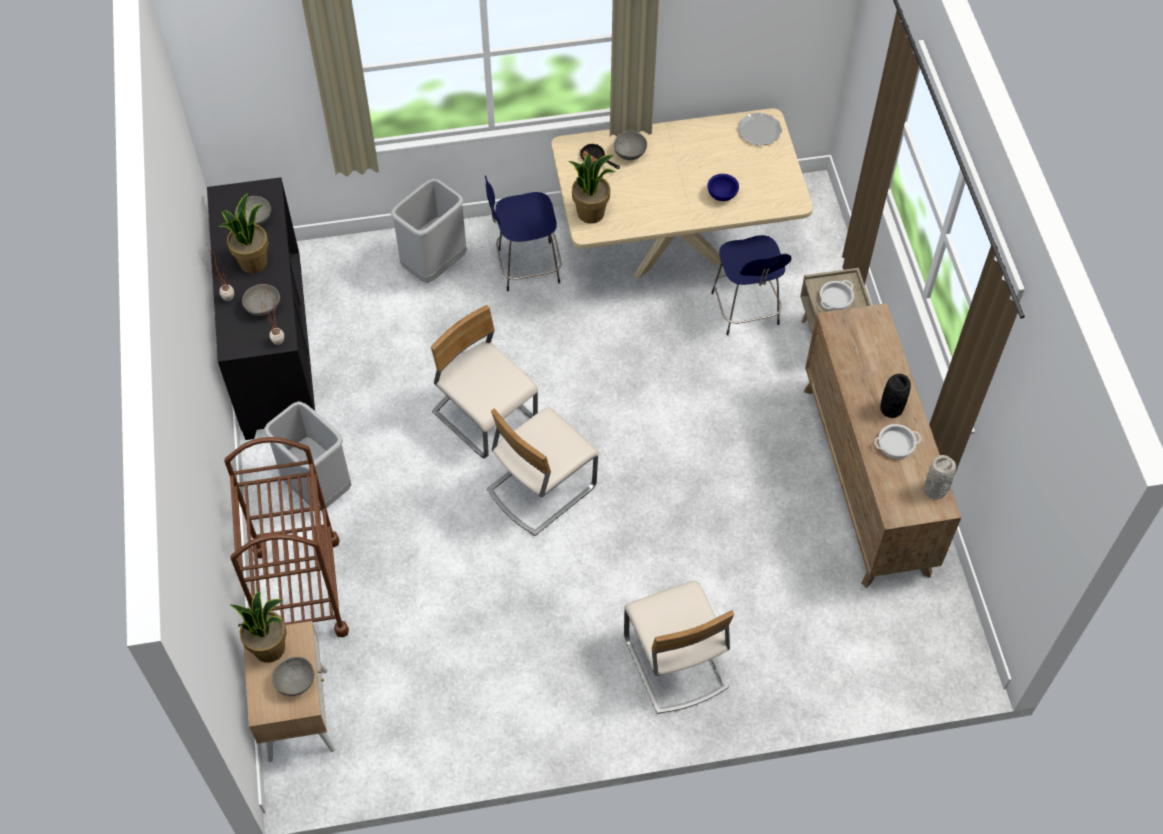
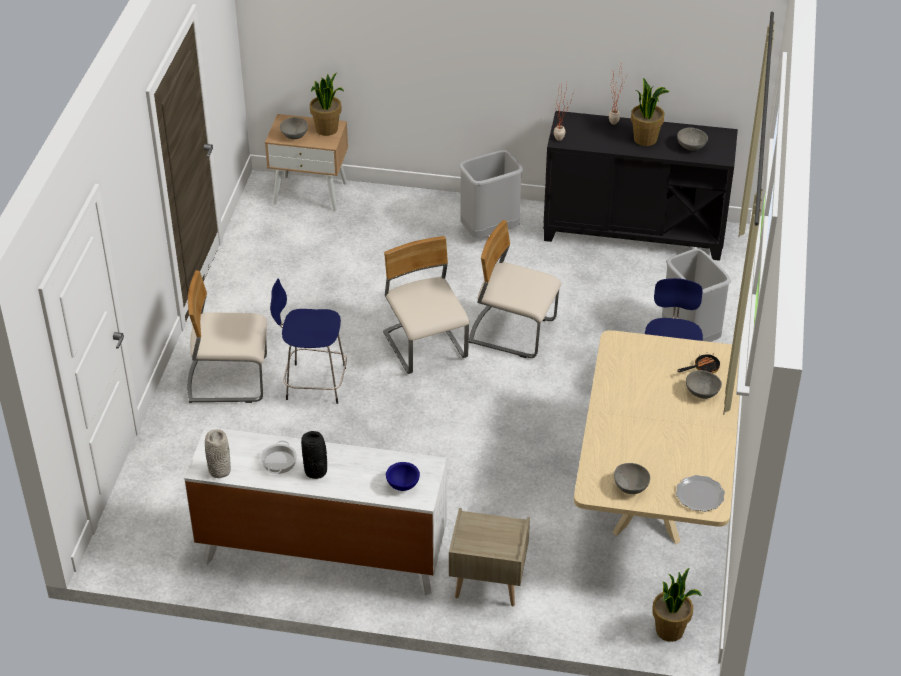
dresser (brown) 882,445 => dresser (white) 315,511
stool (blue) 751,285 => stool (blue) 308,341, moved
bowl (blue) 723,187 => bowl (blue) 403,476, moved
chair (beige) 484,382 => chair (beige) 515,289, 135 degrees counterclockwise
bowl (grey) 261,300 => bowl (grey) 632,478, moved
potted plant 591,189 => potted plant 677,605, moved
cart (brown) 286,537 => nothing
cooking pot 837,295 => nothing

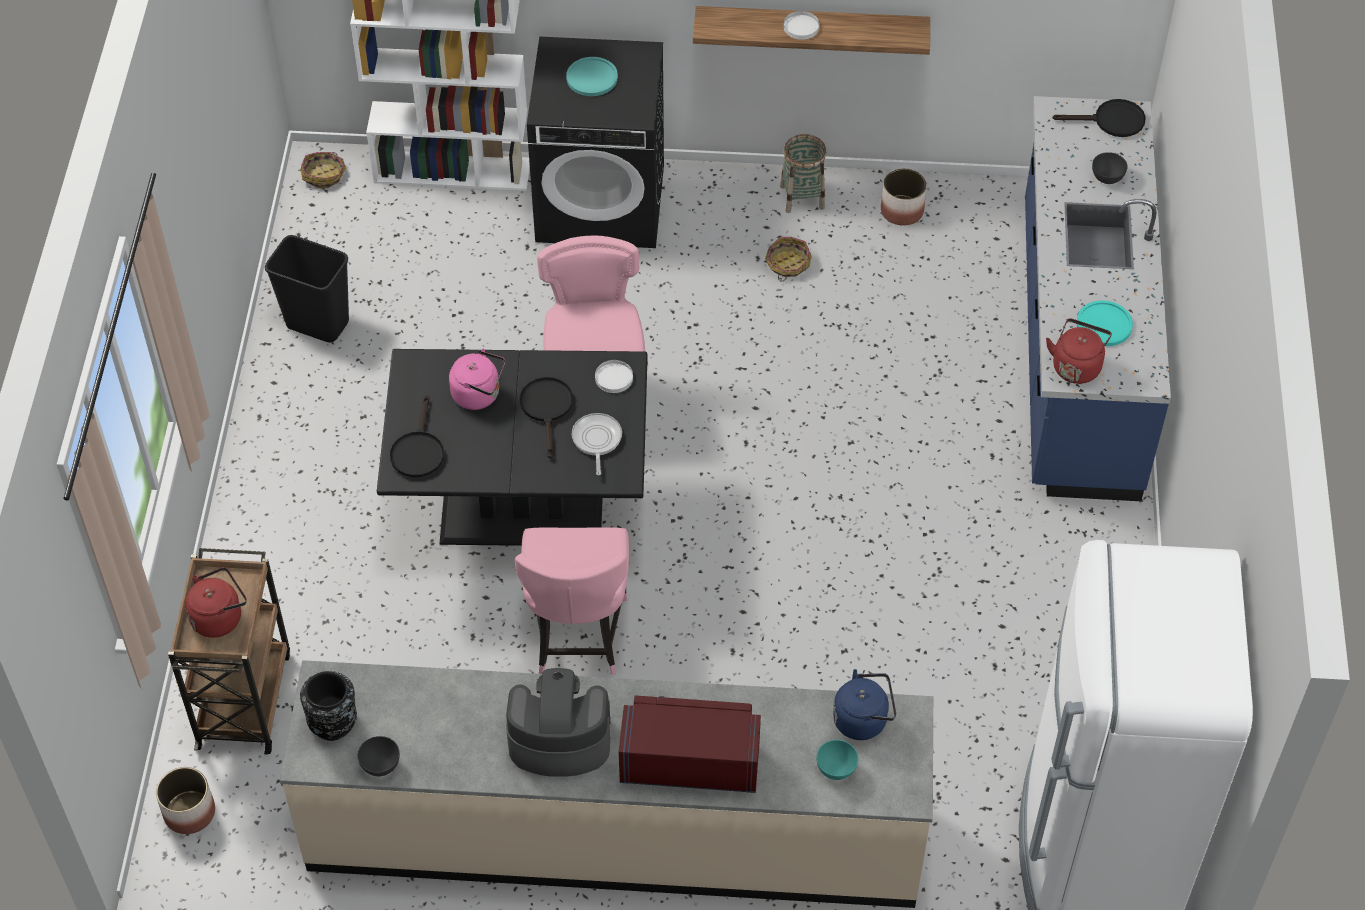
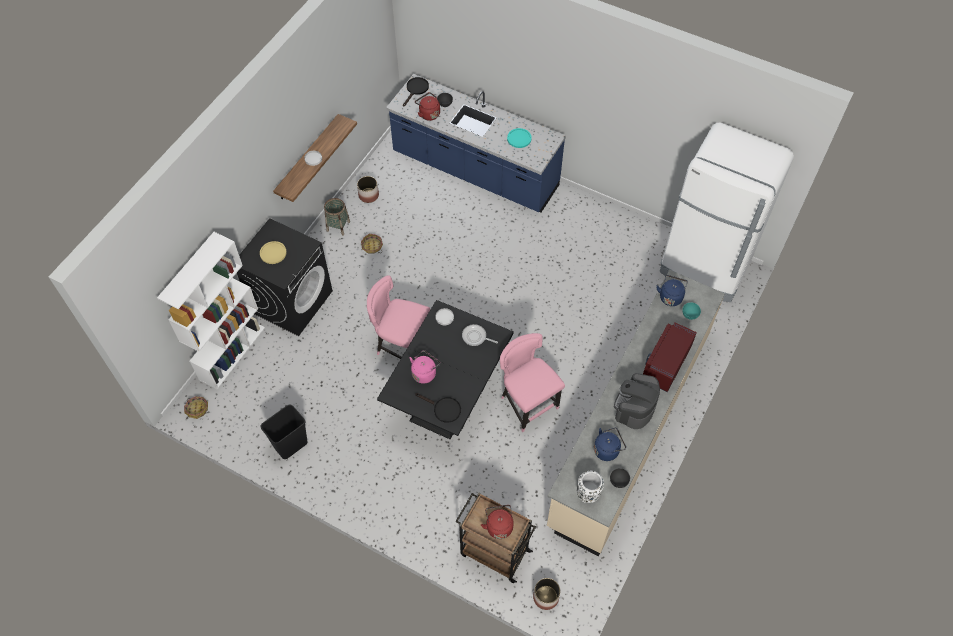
plate (turquoise) 592,76 => plate (yellow) 273,252
kettle (red) 1079,351 => kettle (red) 427,106, moved
chair (pink) 572,601 => chair (pink) 532,382, 150 degrees counterclockwise
vase (black) 328,706 => vase (white) 590,487
nothing => kettle (blue) 610,444
frying pan (black) 546,418 => nothing

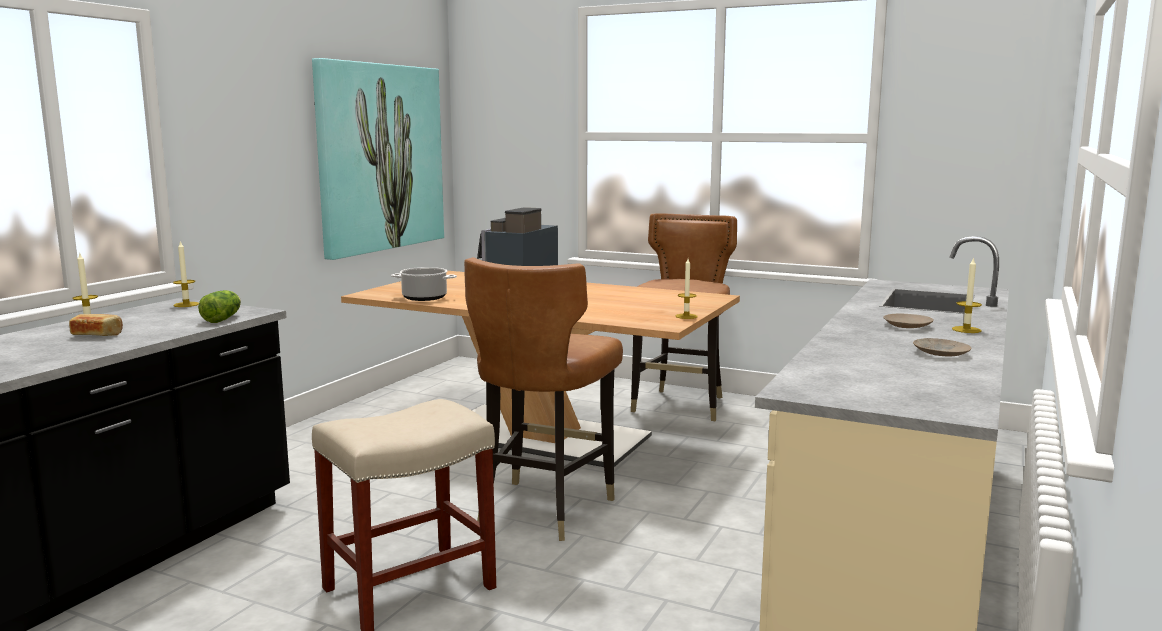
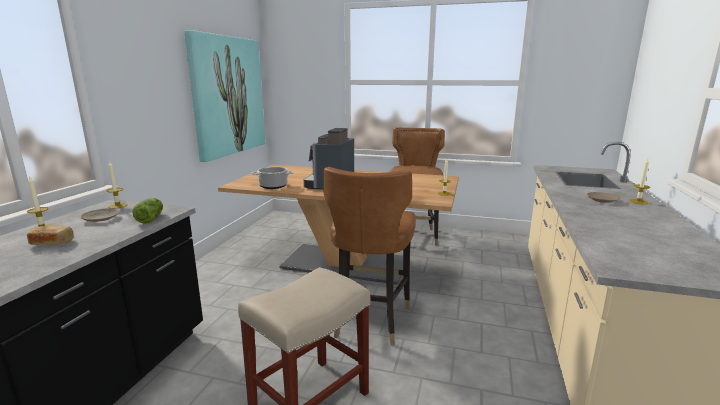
plate (beige) 942,347 => plate (beige) 99,215, moved

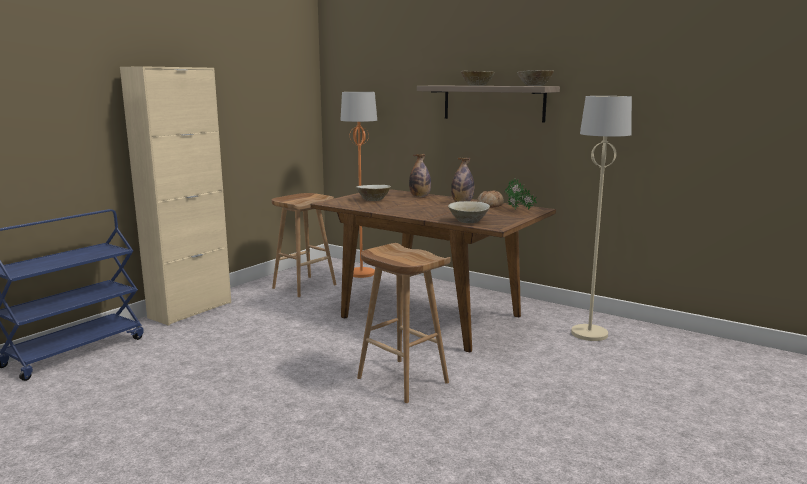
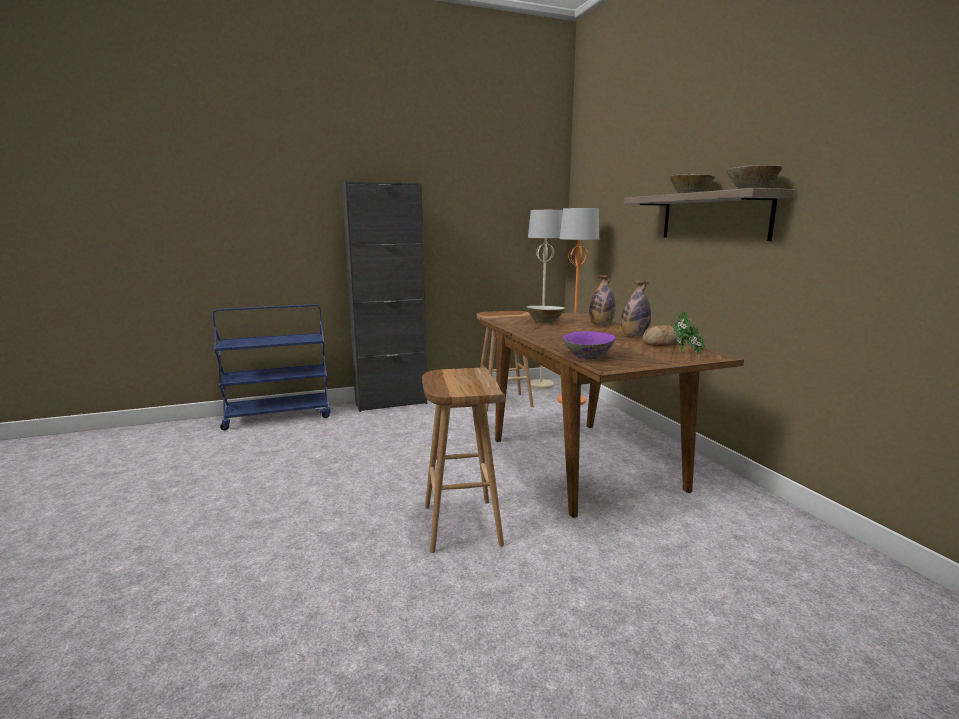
cabinet (beige) 175,196 => cabinet (black) 384,296
floor lamp (beige) 601,218 => floor lamp (beige) 545,299, moved
bowl (beige) 469,212 => bowl (purple) 589,345

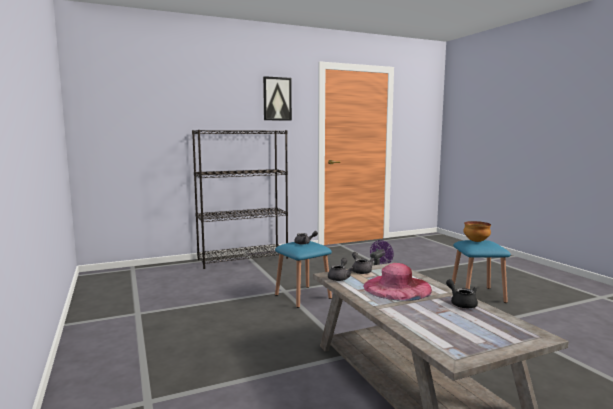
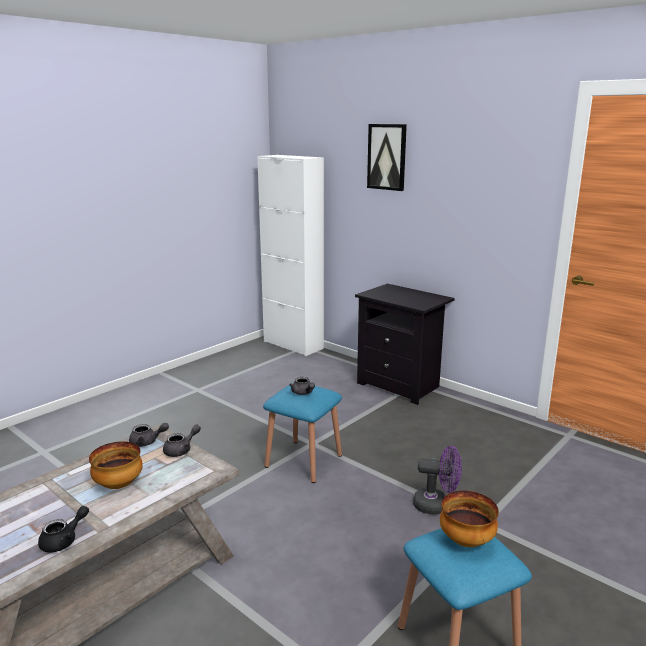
hat (pink) 397,282 => bowl 116,465
nothing => cabinet (white) 290,255
bookcase (black) 240,199 => nightstand (black) 405,344
picture 277,98 => picture 387,157, moved

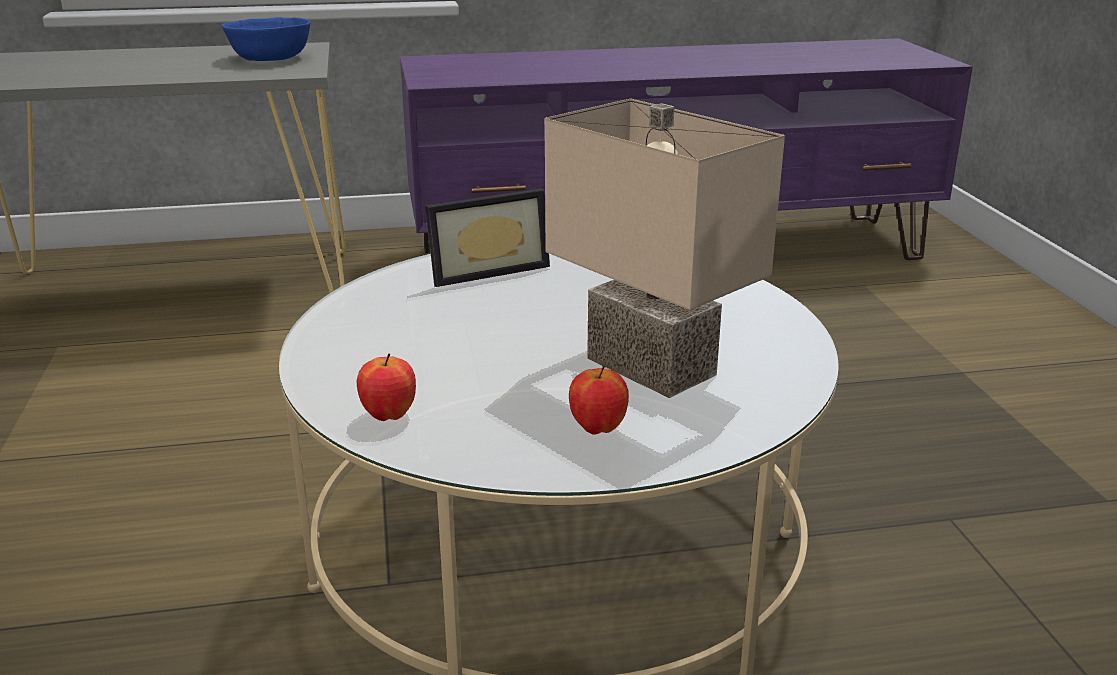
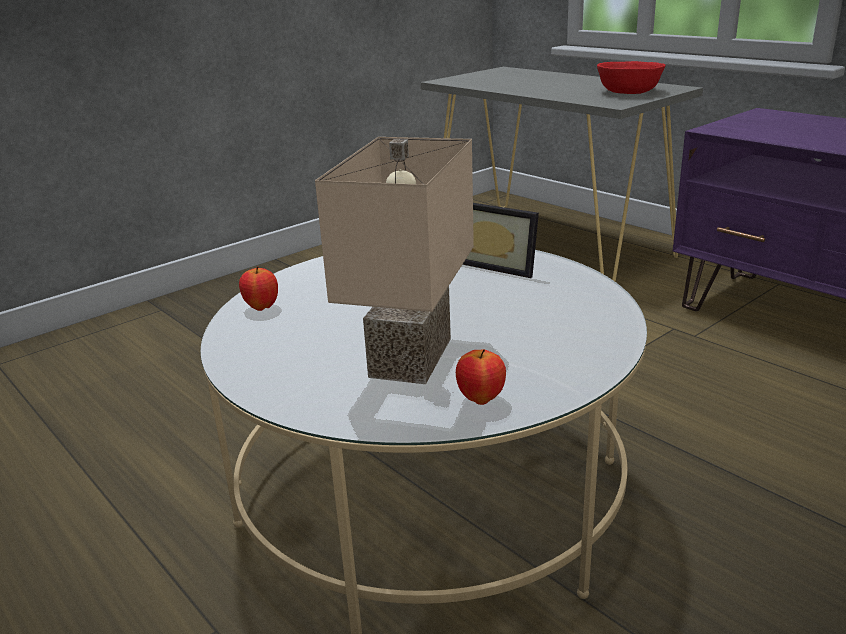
apple 599,400 => apple 481,377, moved
bowl (blue) 266,39 => bowl (red) 631,77

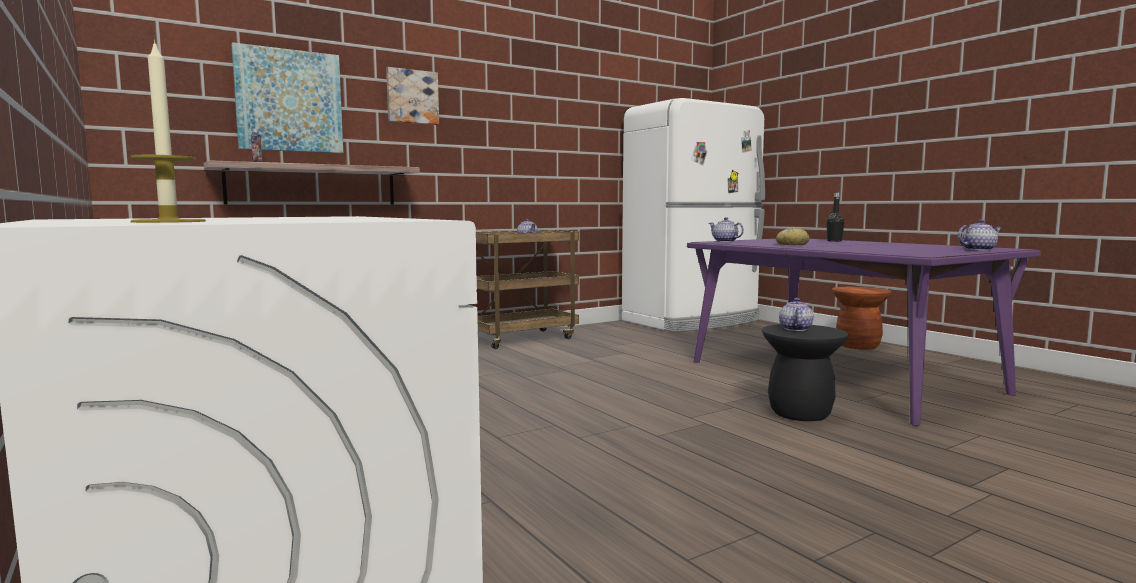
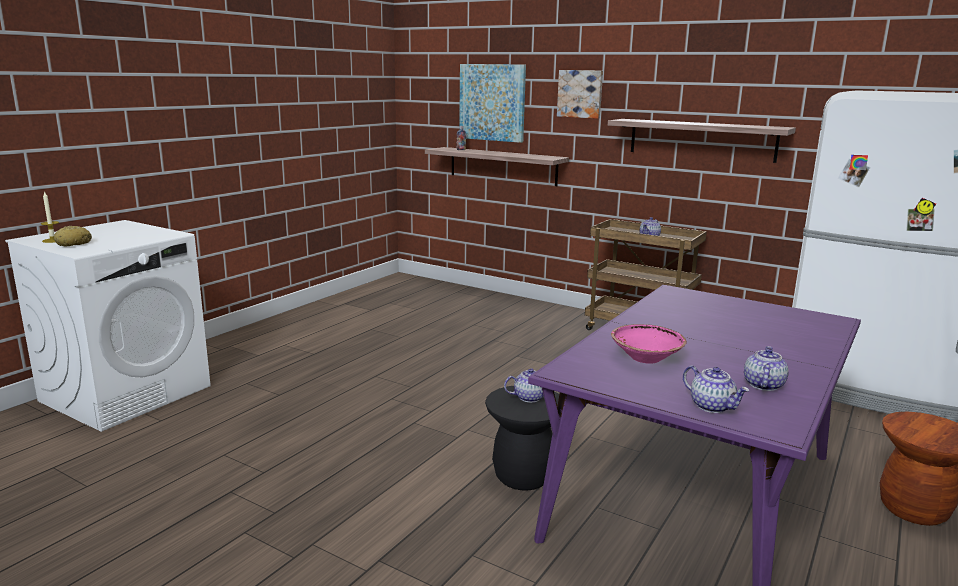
bread 792,236 => bread 73,236, moved
nothing => shelf 702,141
nothing => bowl (pink) 649,344
teapot 726,229 => teapot 766,368, moved
bottle (black) 835,217 => nothing

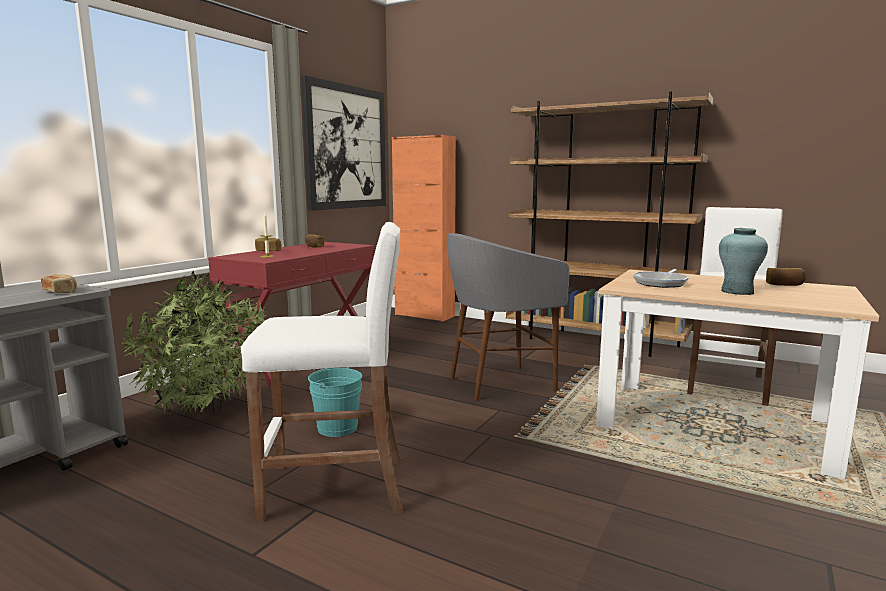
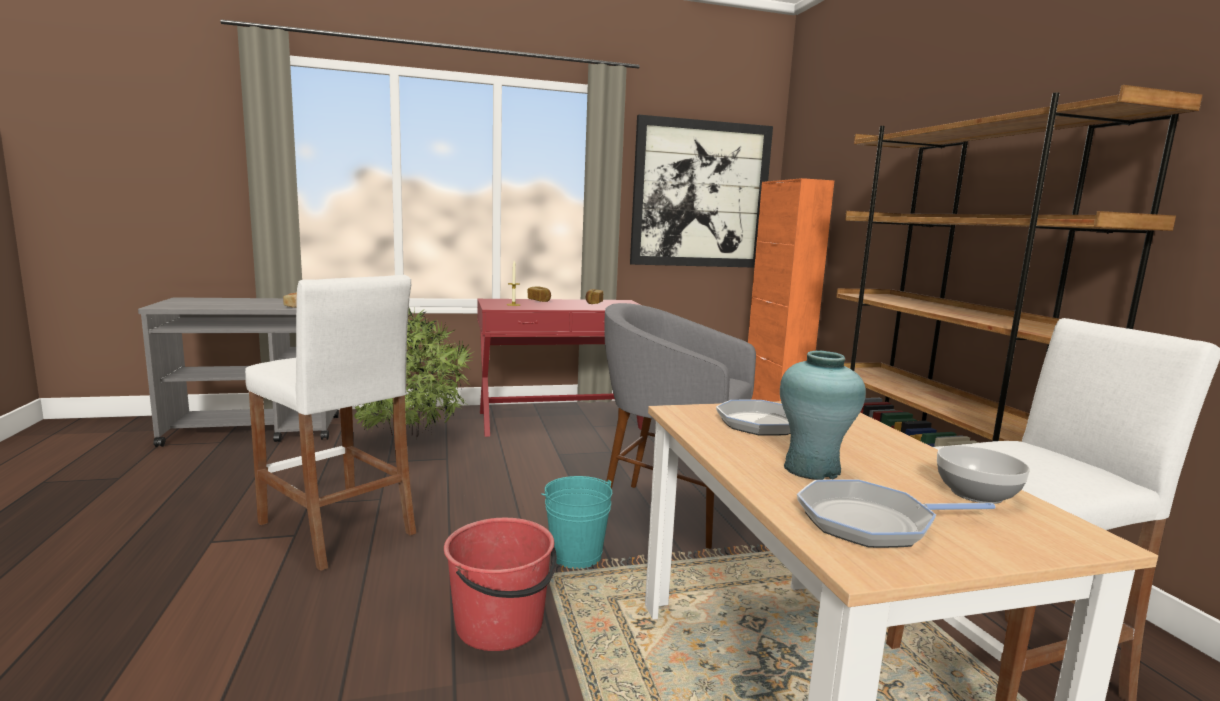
nothing => bucket (red) 500,584
bucket (turquoise) 335,402 => bucket (turquoise) 576,522, moved
nothing => frying pan 896,513
bread 786,277 => bowl 983,474

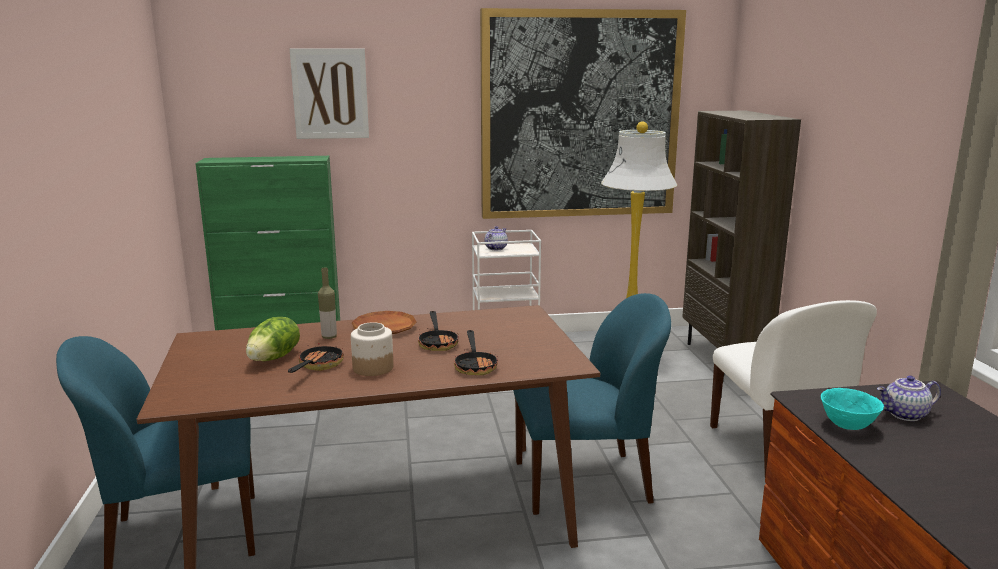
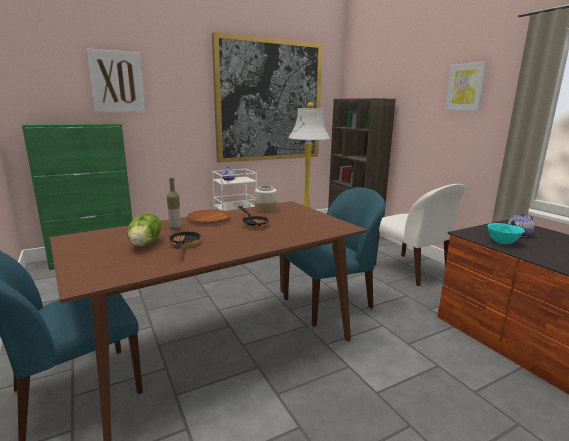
jar 372,349 => jar 266,199, moved
nothing => picture 466,86
frying pan 476,352 => nothing

